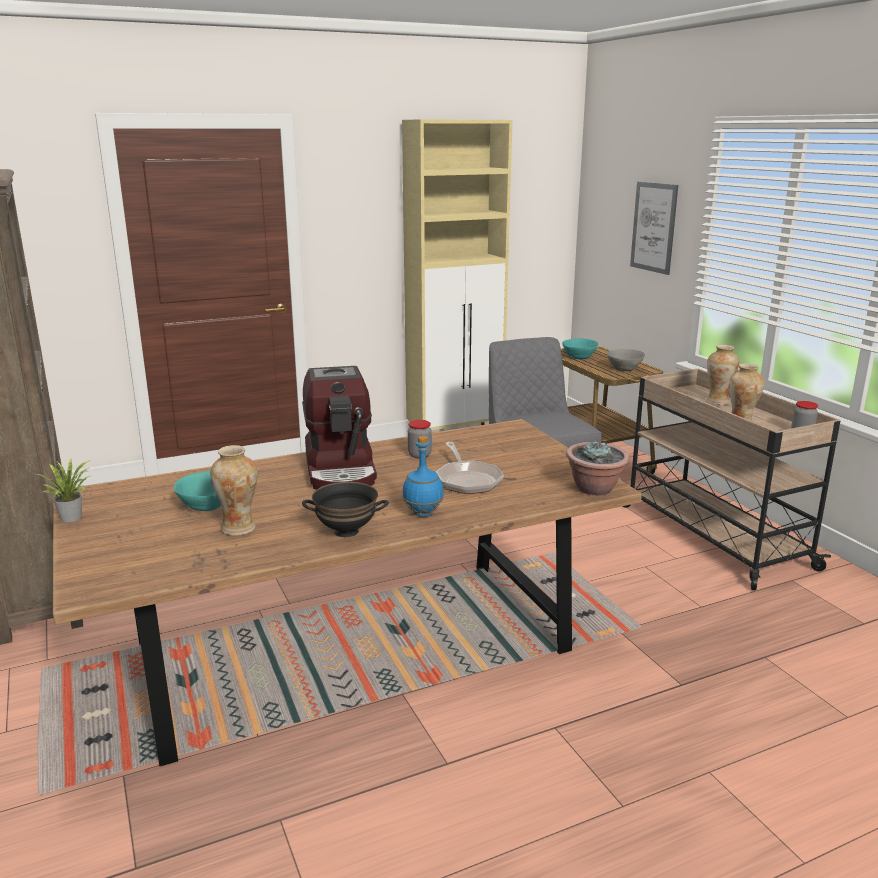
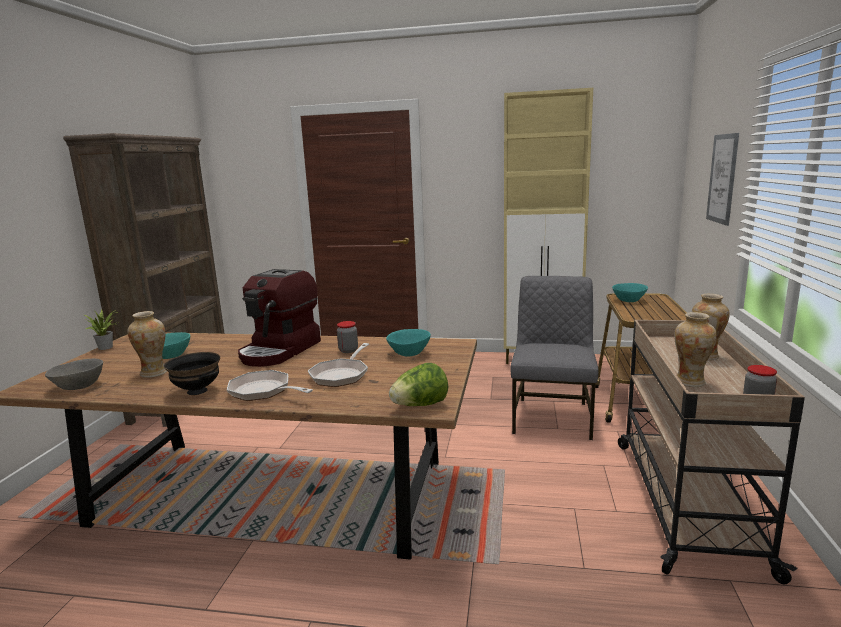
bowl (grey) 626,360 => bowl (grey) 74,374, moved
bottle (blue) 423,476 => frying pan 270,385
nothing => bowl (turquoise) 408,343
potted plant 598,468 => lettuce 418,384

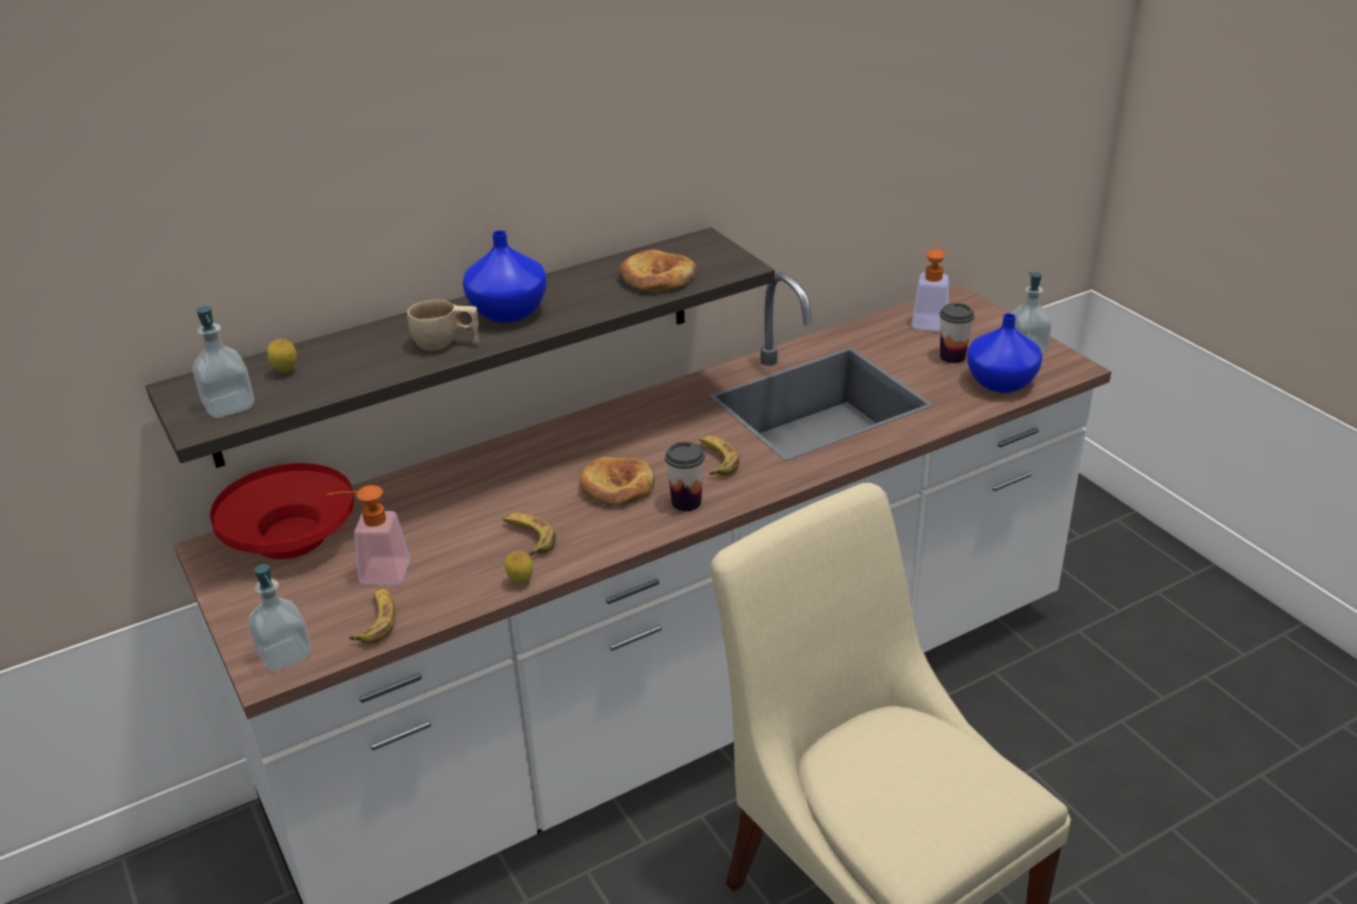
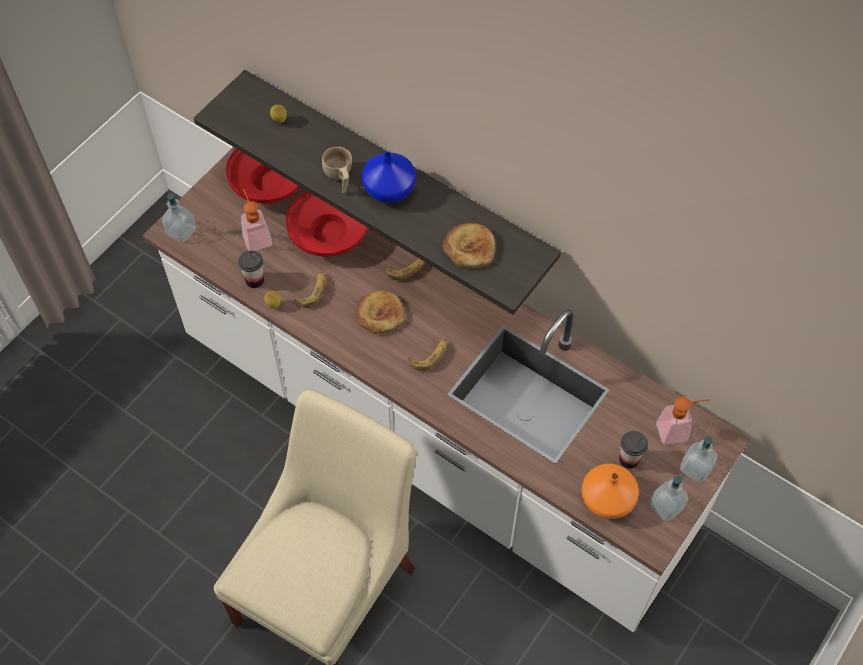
cup 685,476 => cup 251,269, moved
nothing => bowl (red) 327,224
banana 372,616 => banana 404,269, moved
vase (blue) 1004,353 => vase (orange) 610,491
soap dispenser 223,362 => soap dispenser 699,459, moved

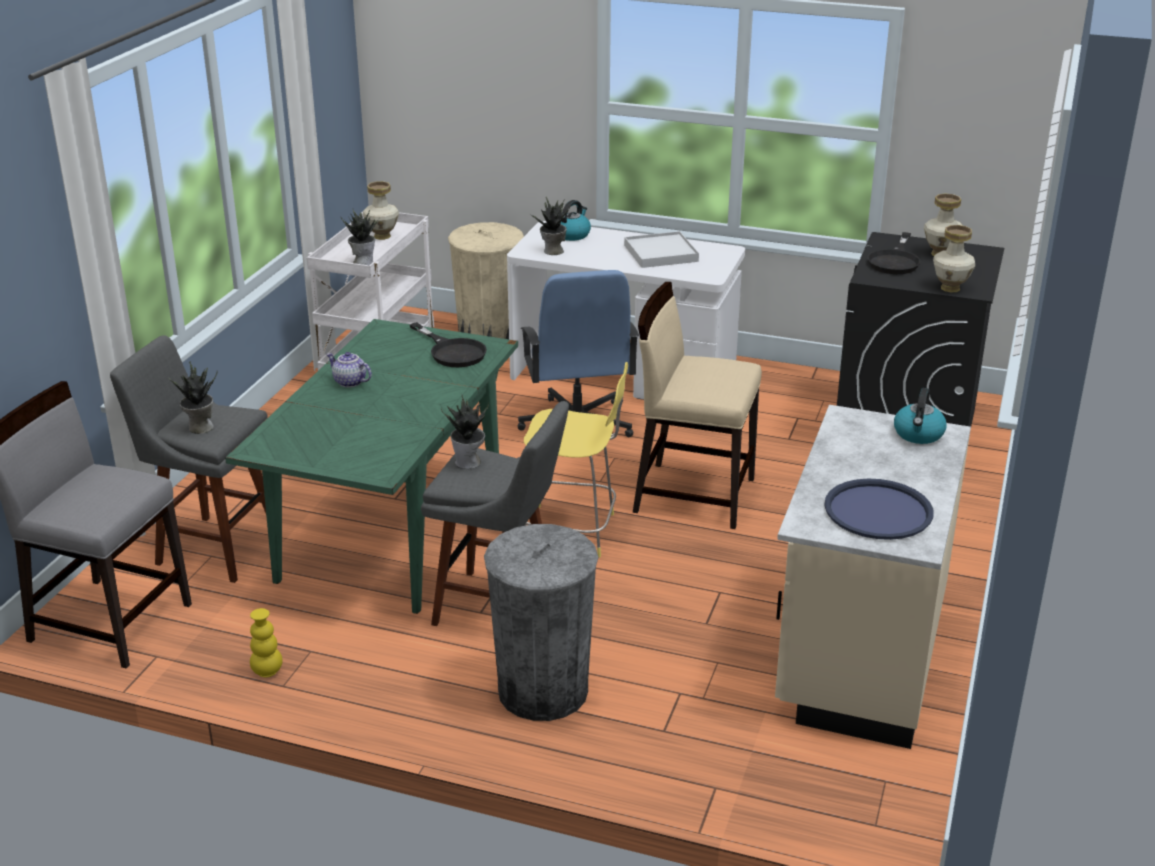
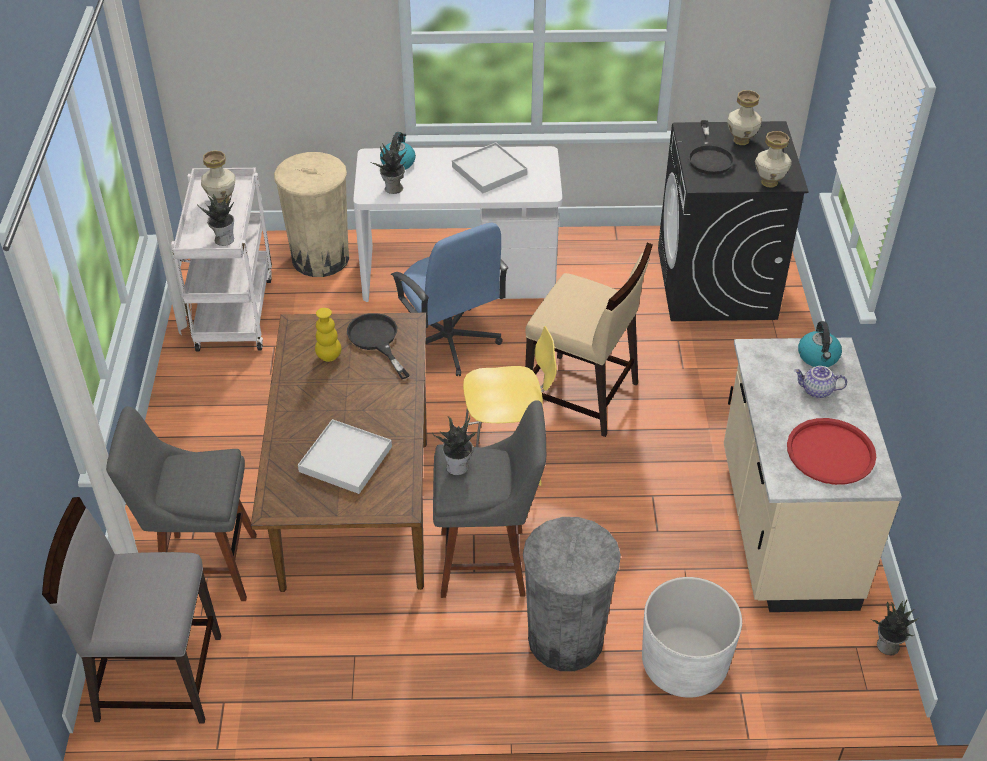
dining table (green) 371,466 => dining table (brown) 339,452
nothing => tray (white) 345,456
vase (yellow) 266,642 => vase (yellow) 328,335, moved
frying pan (black) 448,344 => frying pan (black) 378,346, 150 degrees counterclockwise
chair (beige) 697,405 => chair (beige) 588,339, 150 degrees counterclockwise
nothing => planter (white) 692,637
tray (blue) 878,509 => tray (red) 831,451
teapot 349,369 => teapot 820,382, moved
potted plant 193,397 => potted plant 894,627, moved

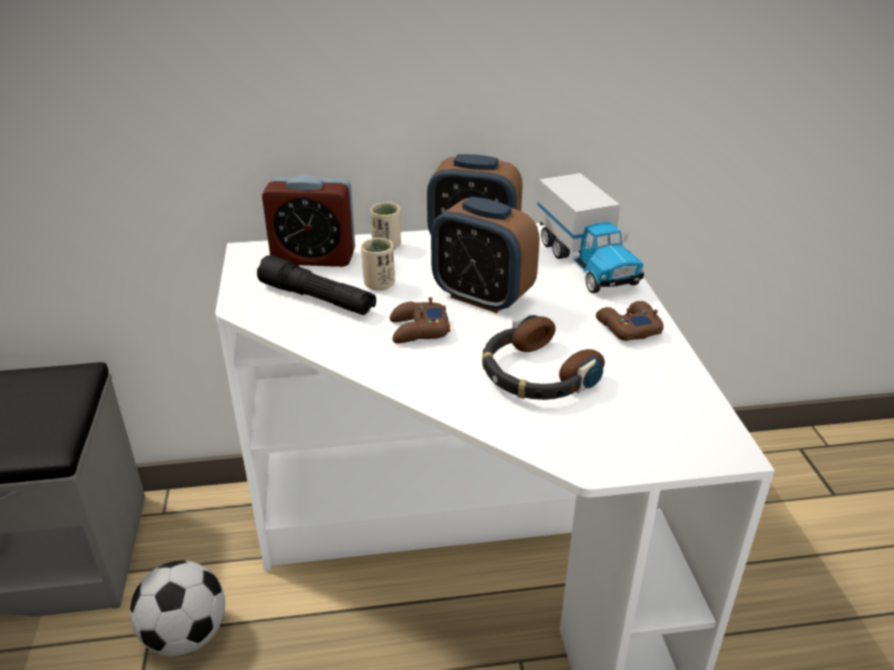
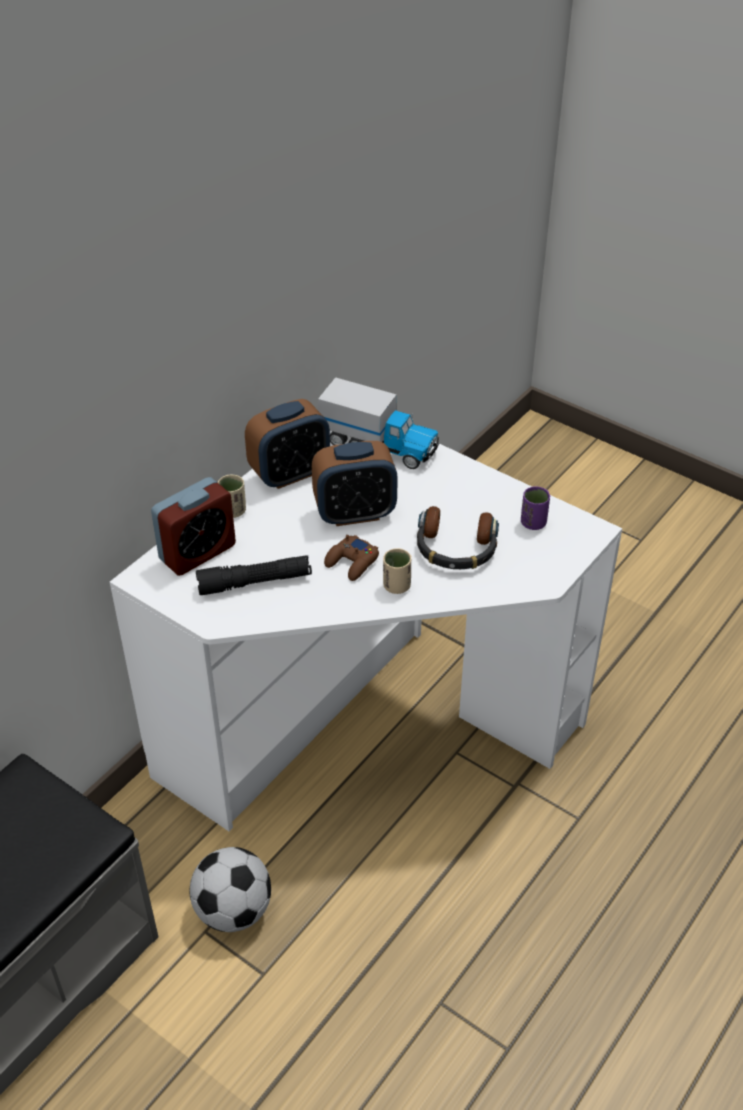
cup (beige) 378,264 => cup (beige) 397,571, moved
nothing => cup (purple) 535,508
game controller (brown) 630,321 => nothing

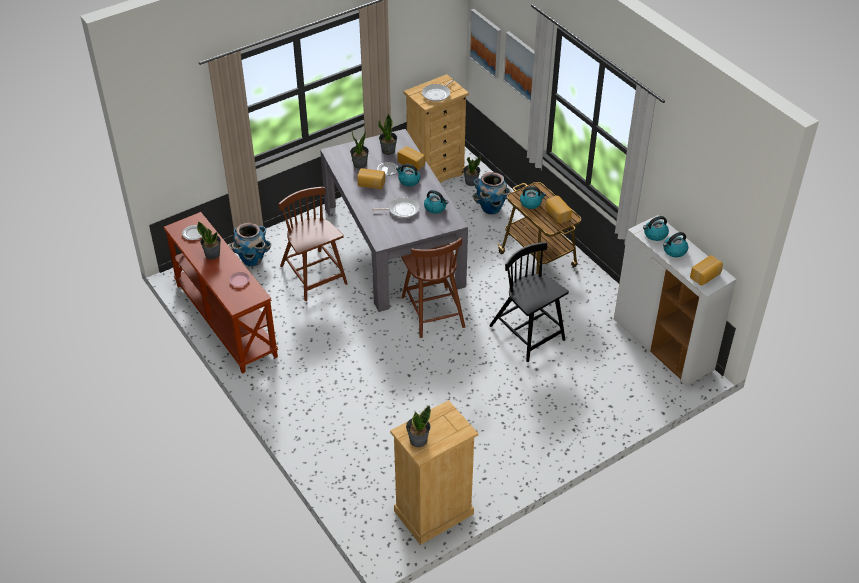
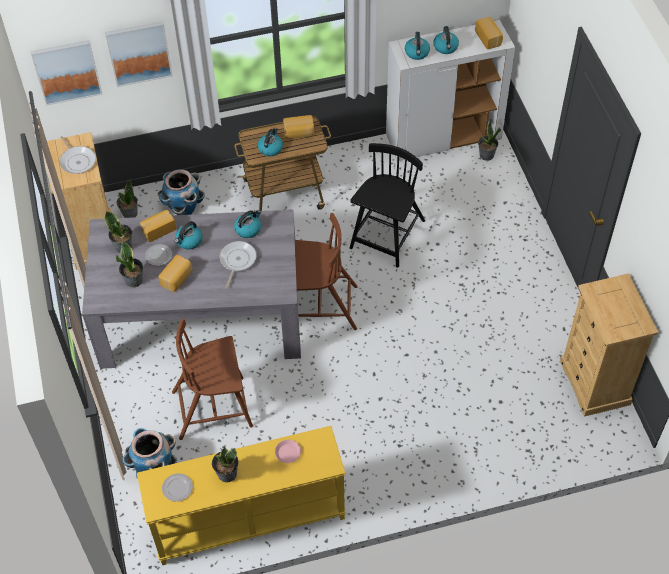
console table (brown) 221,293 => console table (yellow) 241,495
chair (black) 529,302 => chair (black) 387,205, 135 degrees clockwise
potted plant 418,426 => potted plant 489,140, moved

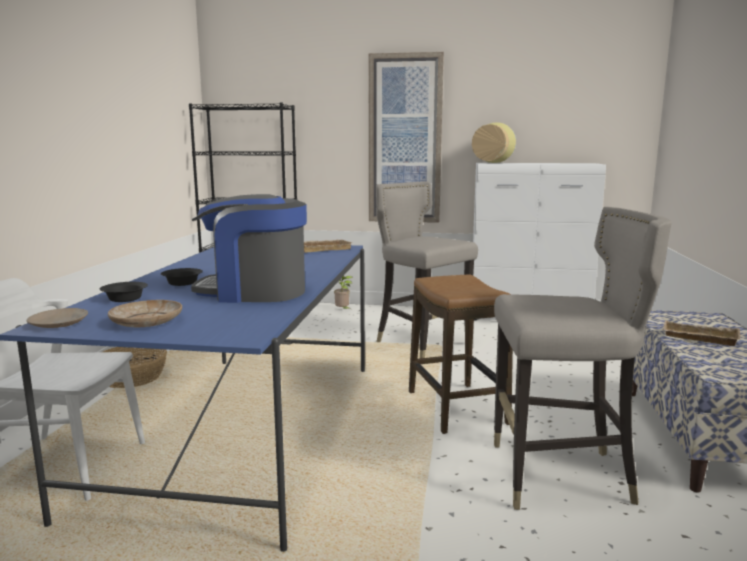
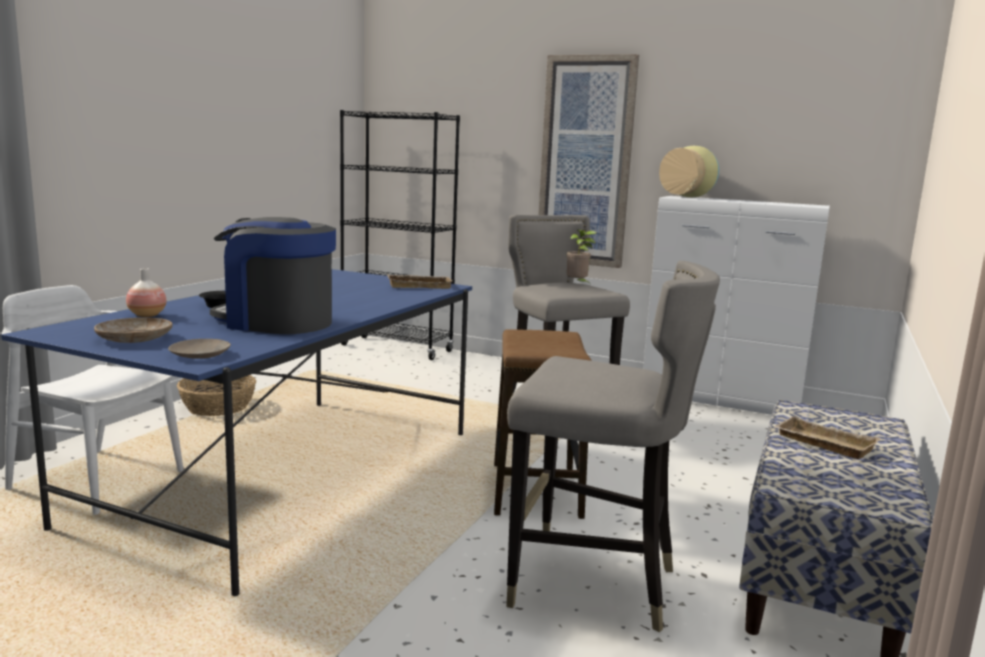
bowl (black) 124,292 => vase 146,292
plate (beige) 57,318 => plate (beige) 199,349, moved
potted plant 343,292 => potted plant 582,257, moved

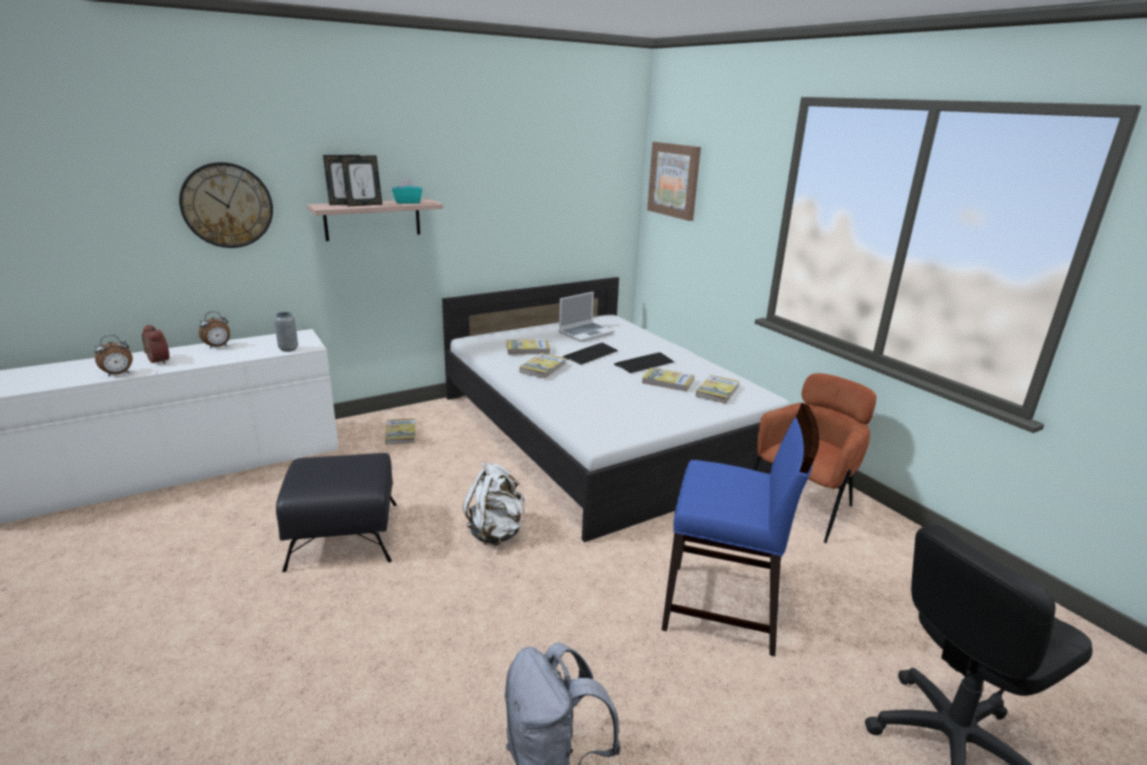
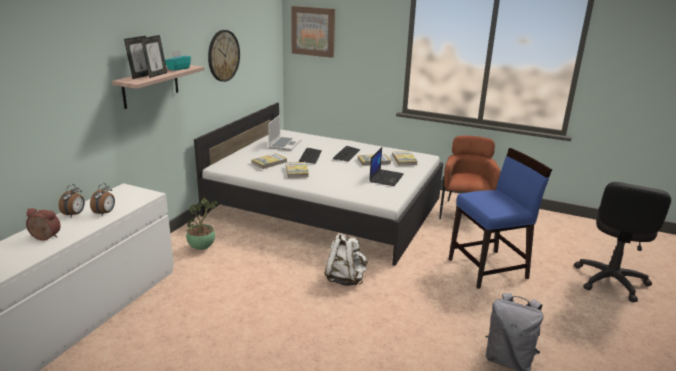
alarm clock 114,356 => alarm clock 102,199, moved
book 400,431 => potted plant 202,224
wall clock 226,205 => wall clock 224,56, moved
nothing => laptop 386,166
vase (grey) 286,332 => nothing
ottoman (black) 336,512 => nothing

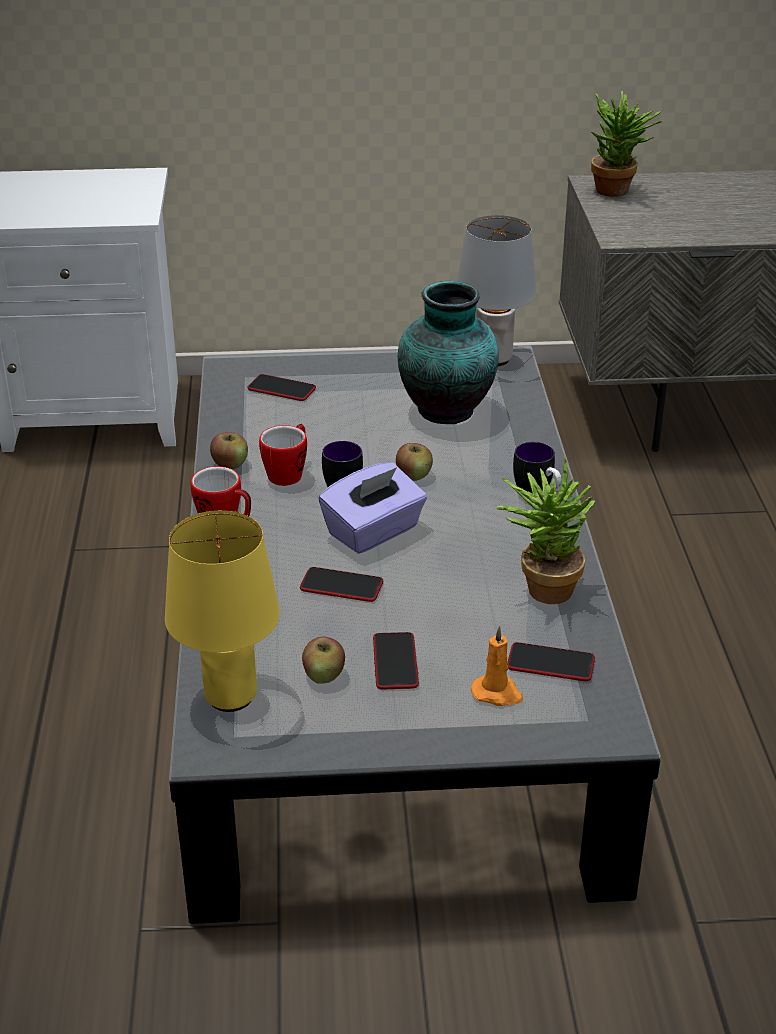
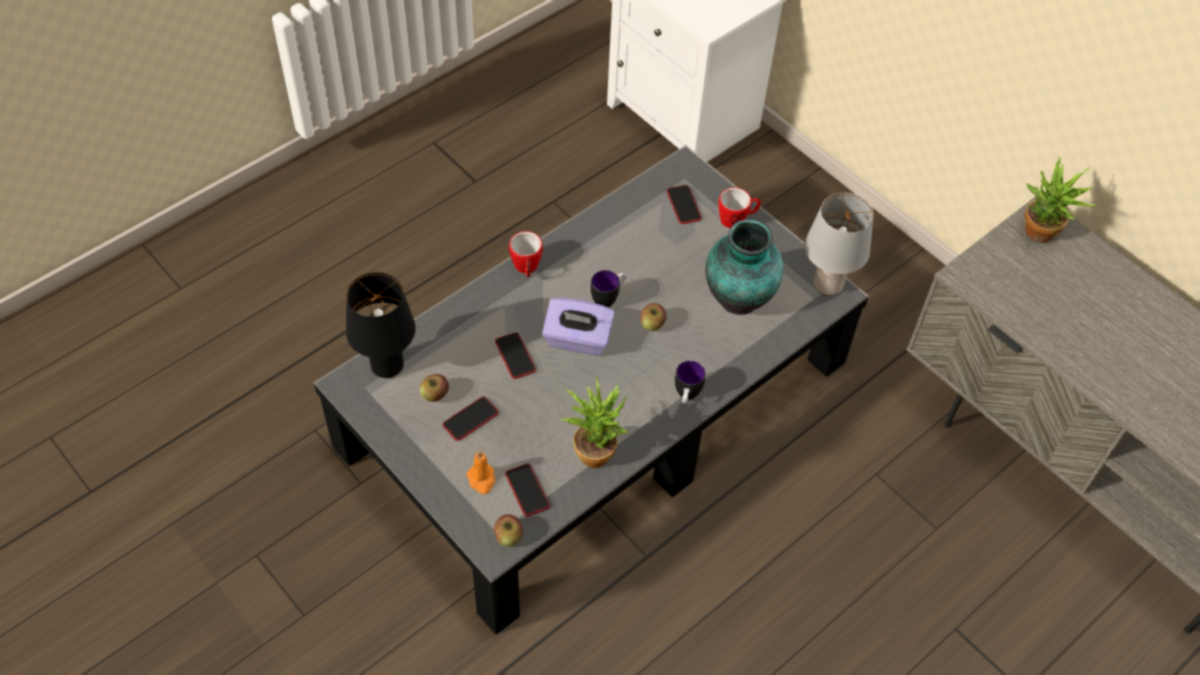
table lamp (yellow) 222,611 => table lamp (black) 381,325
apple 229,450 => apple 508,530, moved
mug 283,455 => mug 739,208, moved

